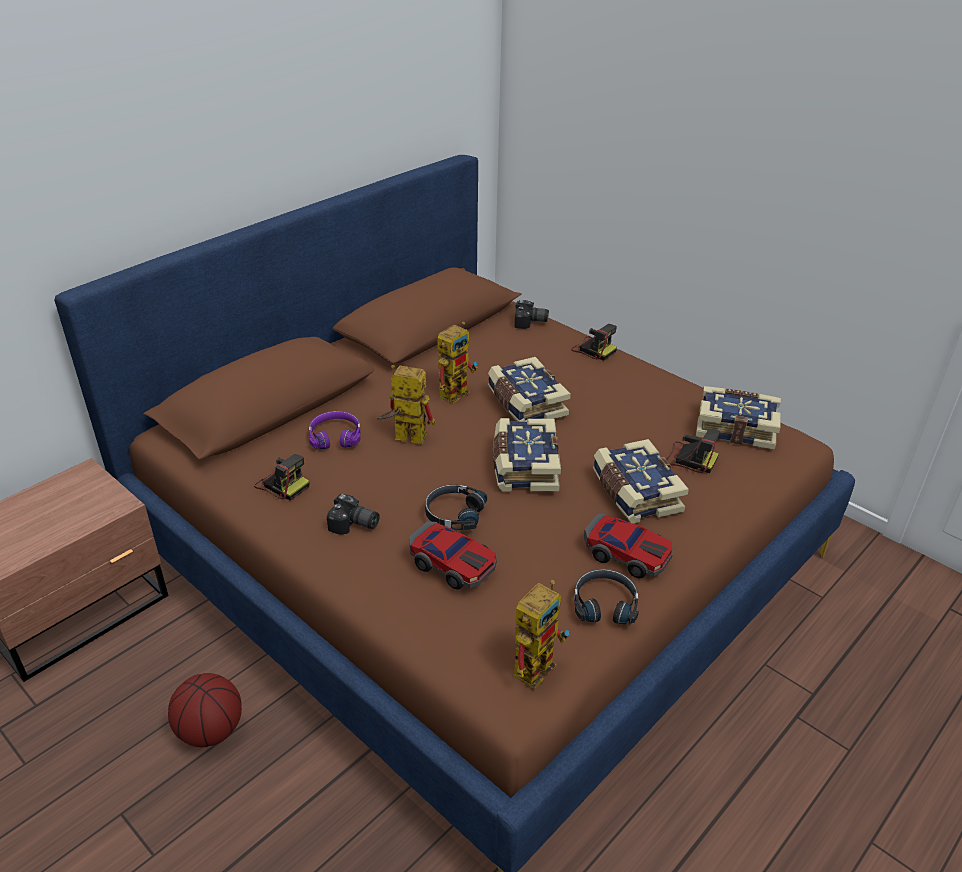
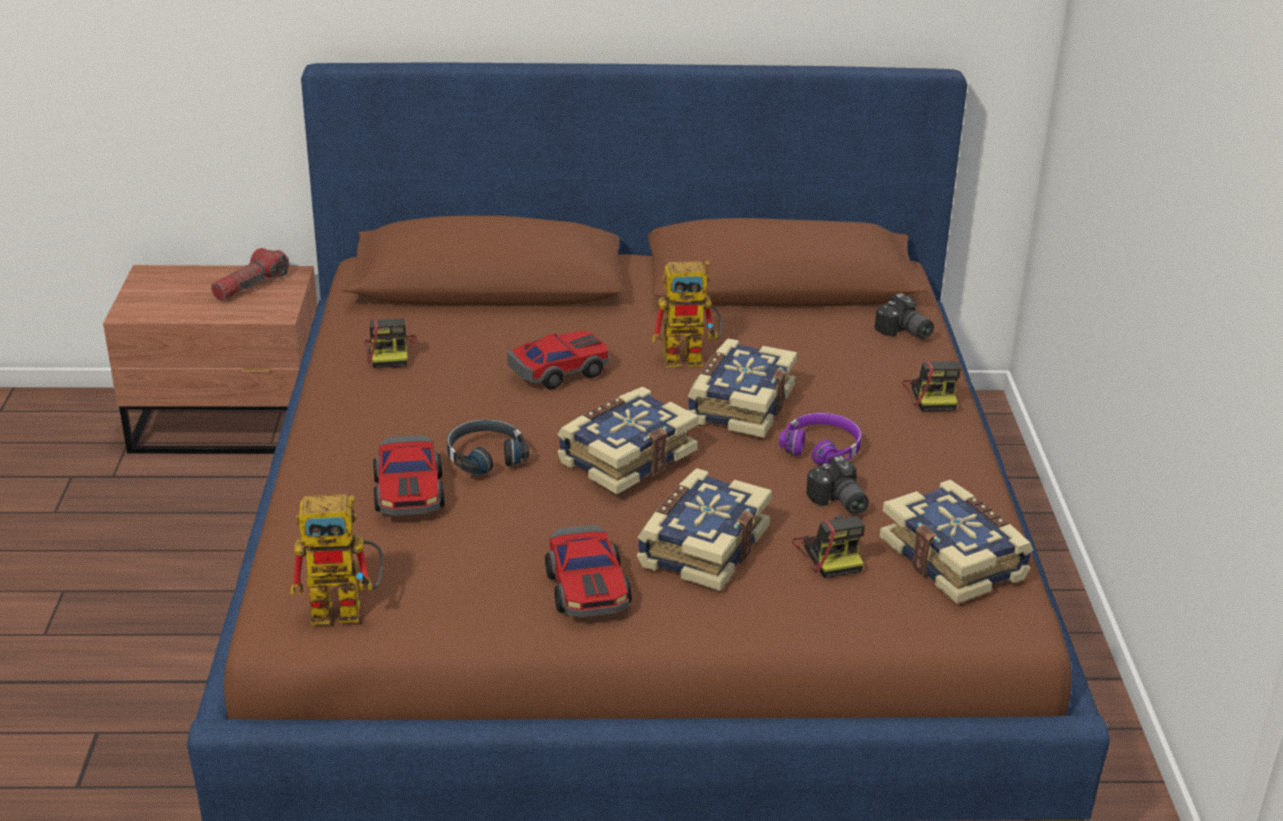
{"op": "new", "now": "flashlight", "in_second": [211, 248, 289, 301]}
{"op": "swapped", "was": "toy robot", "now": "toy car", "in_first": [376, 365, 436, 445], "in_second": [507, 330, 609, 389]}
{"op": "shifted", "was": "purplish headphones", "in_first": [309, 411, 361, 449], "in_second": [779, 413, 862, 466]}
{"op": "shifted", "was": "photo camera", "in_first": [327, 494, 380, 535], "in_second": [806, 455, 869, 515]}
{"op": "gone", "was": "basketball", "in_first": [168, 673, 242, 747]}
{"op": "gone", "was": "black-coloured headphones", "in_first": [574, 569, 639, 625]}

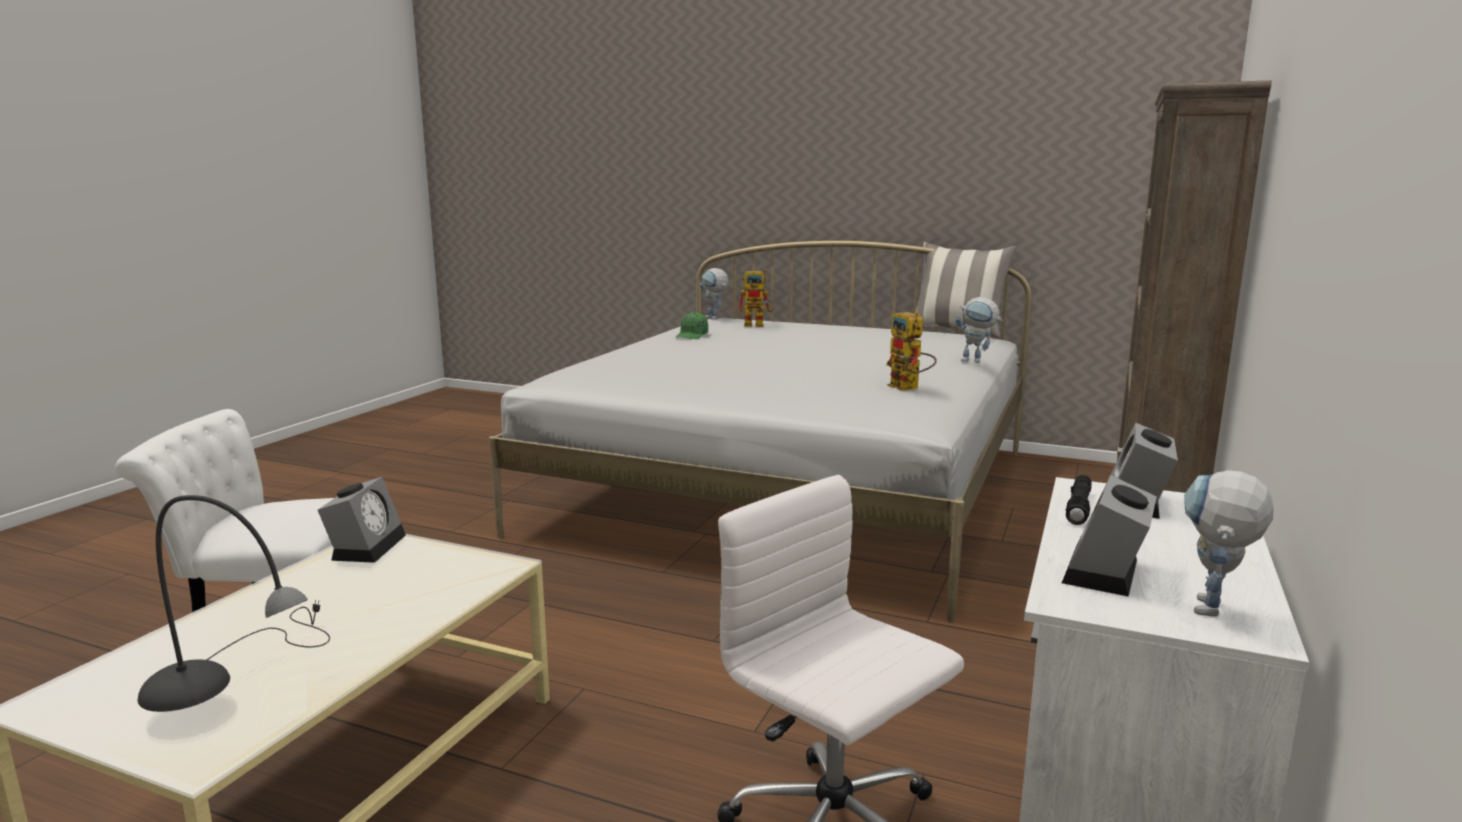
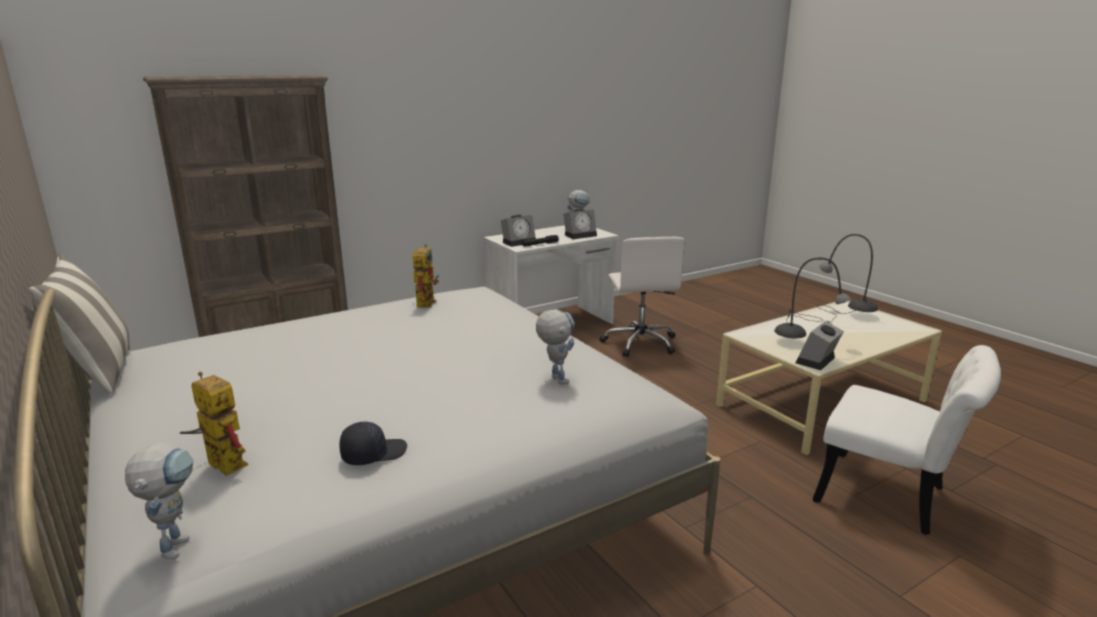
{"op": "repainted", "was": "green peaked cap", "now": "black-coloured peaked cap", "in_first": [675, 312, 708, 339], "in_second": [339, 422, 407, 465]}
{"op": "shifted", "was": "toy robot", "in_first": [955, 297, 1003, 363], "in_second": [536, 309, 575, 384]}
{"op": "new", "now": "grey table lamp", "in_second": [774, 258, 851, 338]}

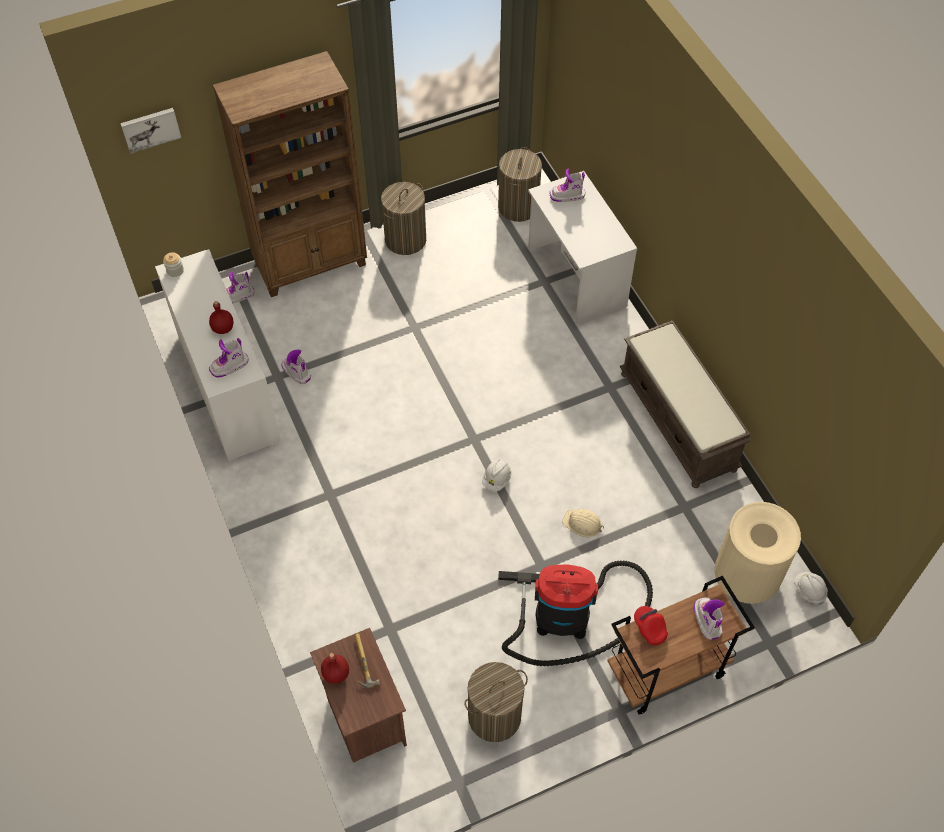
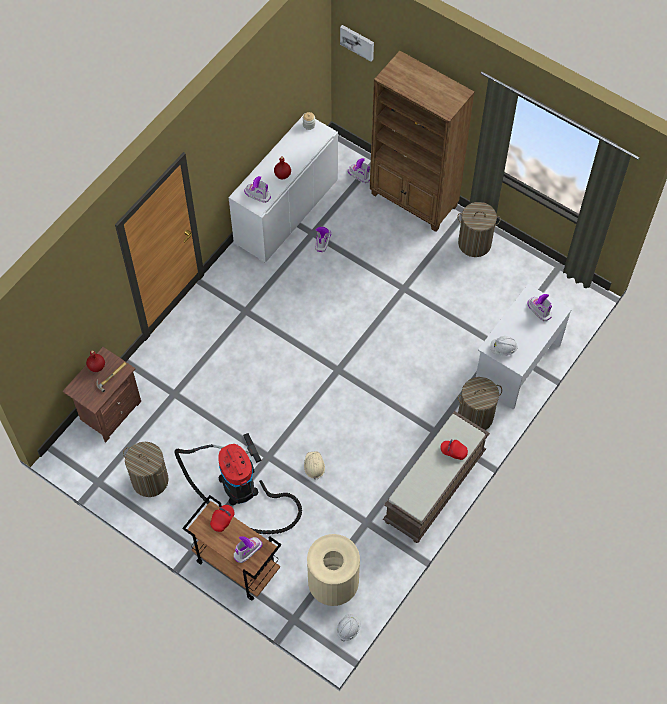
{"op": "new", "now": "red-coloured peaked cap", "in_second": [440, 439, 468, 460]}
{"op": "shifted", "was": "laundry basket", "in_first": [498, 147, 542, 222], "in_second": [458, 377, 502, 430]}
{"op": "shifted", "was": "whitish work helmet", "in_first": [482, 460, 512, 491], "in_second": [490, 336, 518, 356]}

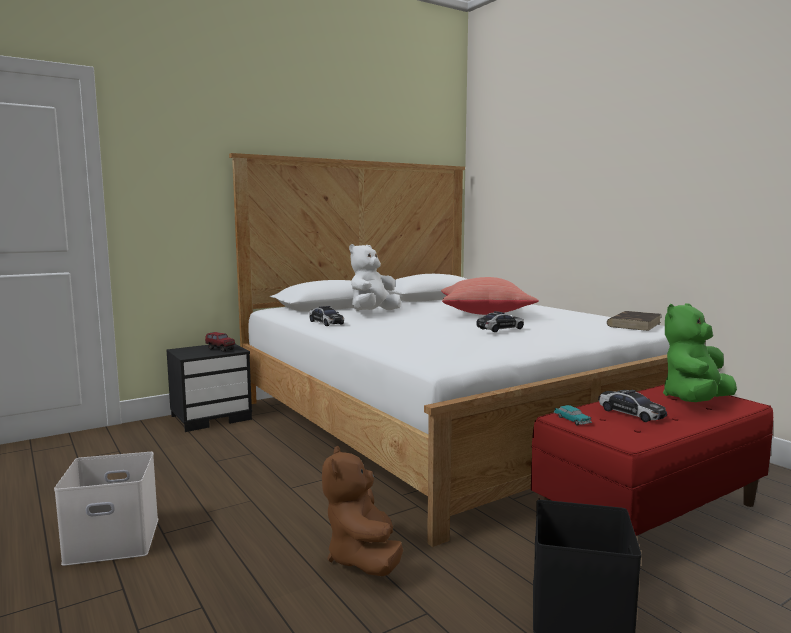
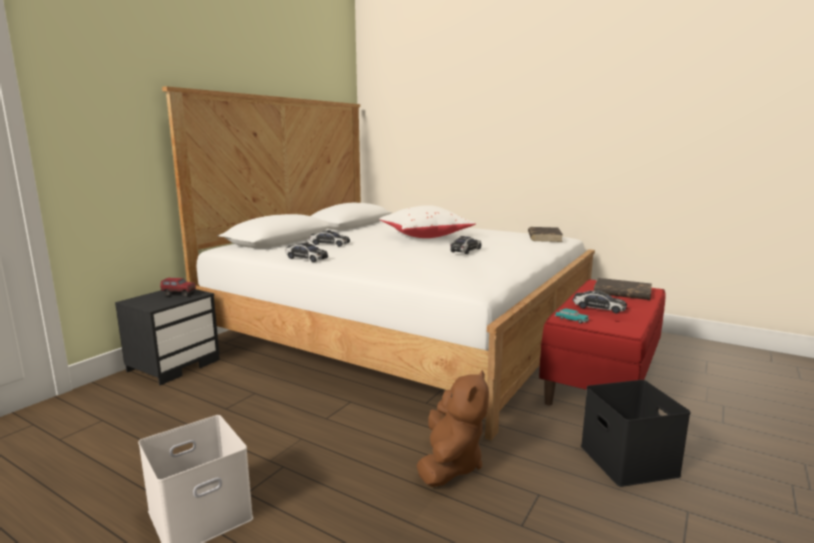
{"op": "swapped", "was": "whitish plush toy", "now": "toy car", "in_first": [349, 244, 401, 311], "in_second": [309, 230, 350, 246]}
{"op": "repainted", "was": "red-coloured cushion", "now": "whitish cushion", "in_first": [441, 277, 538, 315], "in_second": [379, 205, 475, 238]}
{"op": "rotated", "was": "brown-coloured plush toy", "in_first": [322, 446, 403, 576], "in_second": [417, 370, 489, 487], "clockwise": -135}
{"op": "swapped", "was": "green plush toy", "now": "brown-coloured volume", "in_first": [663, 303, 737, 402], "in_second": [594, 278, 652, 300]}

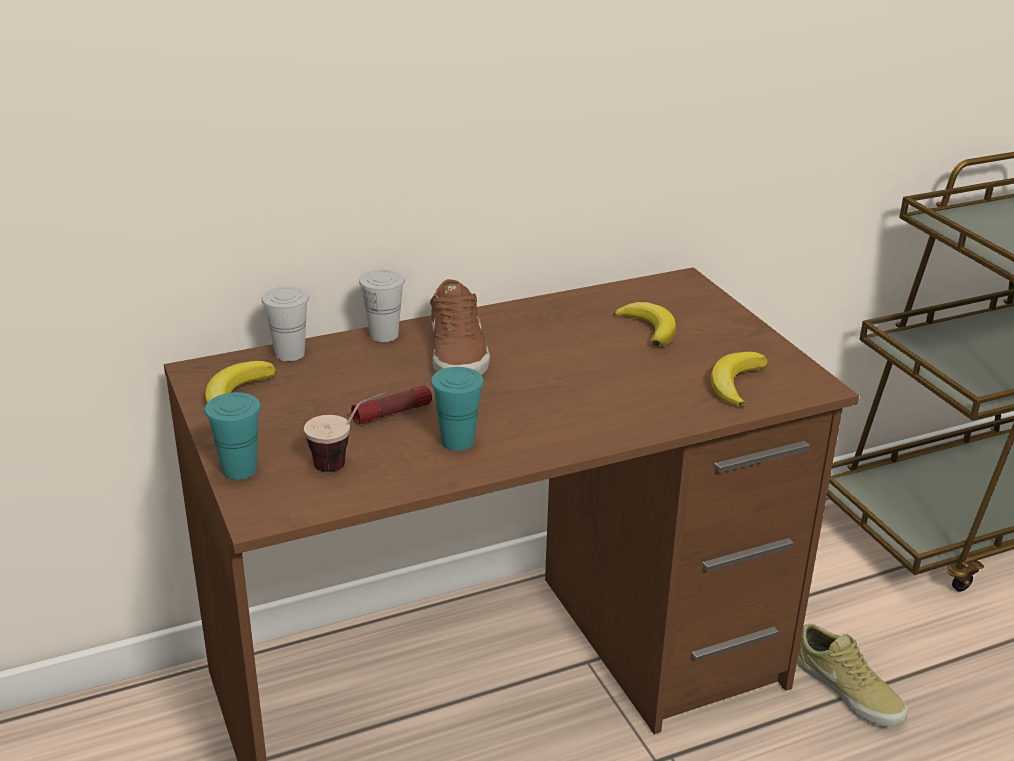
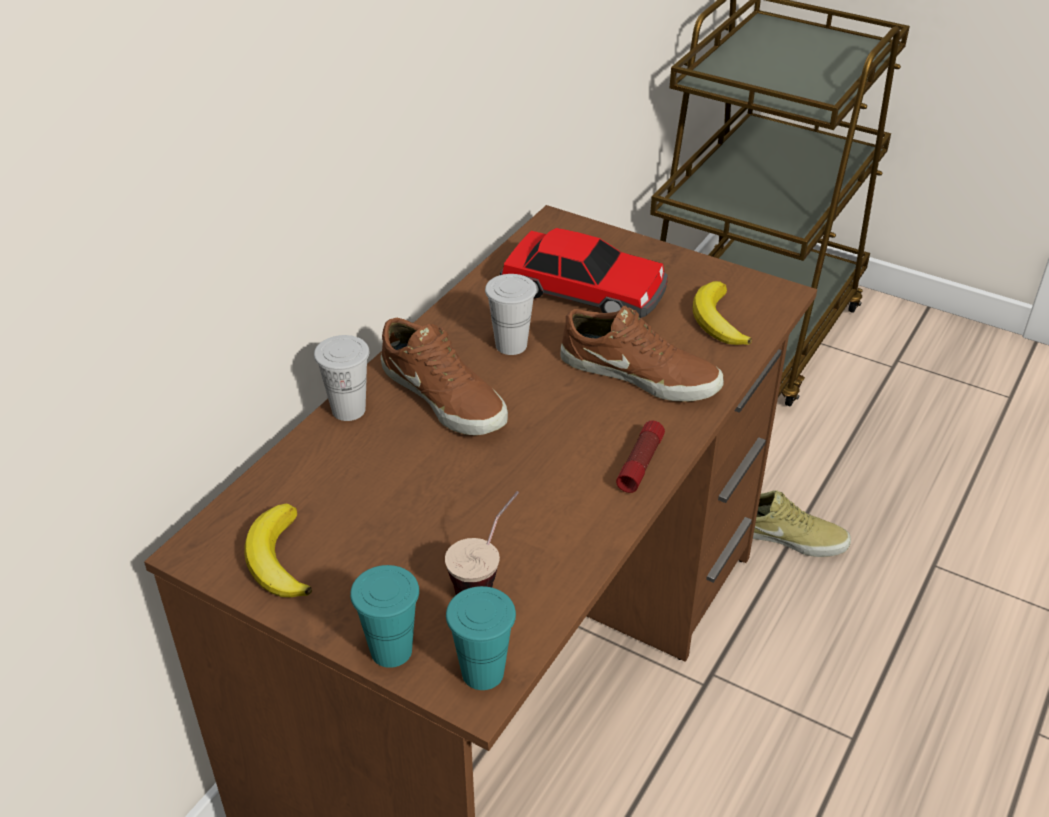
{"op": "shifted", "was": "blue-green small cup", "in_first": [431, 367, 484, 451], "in_second": [446, 586, 516, 690]}
{"op": "shifted", "was": "whitish small cup", "in_first": [261, 286, 309, 361], "in_second": [485, 274, 537, 355]}
{"op": "swapped", "was": "banana", "now": "toy car", "in_first": [614, 302, 676, 347], "in_second": [500, 228, 668, 318]}
{"op": "new", "now": "brown-coloured low shoe", "in_second": [560, 305, 724, 402]}
{"op": "shifted", "was": "flashlight", "in_first": [351, 385, 432, 424], "in_second": [616, 421, 665, 493]}

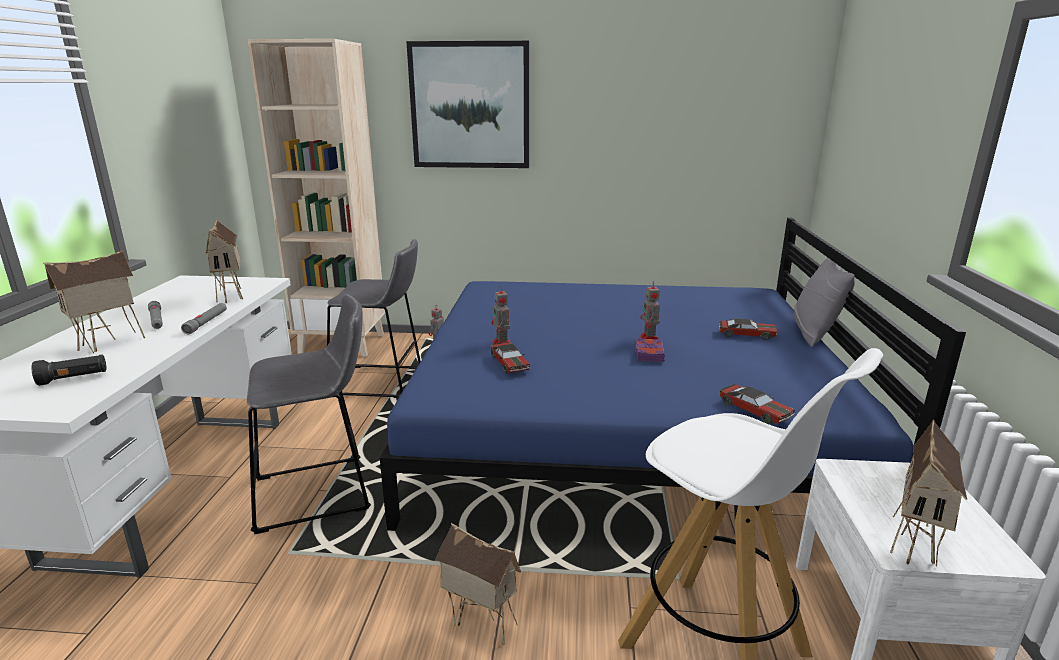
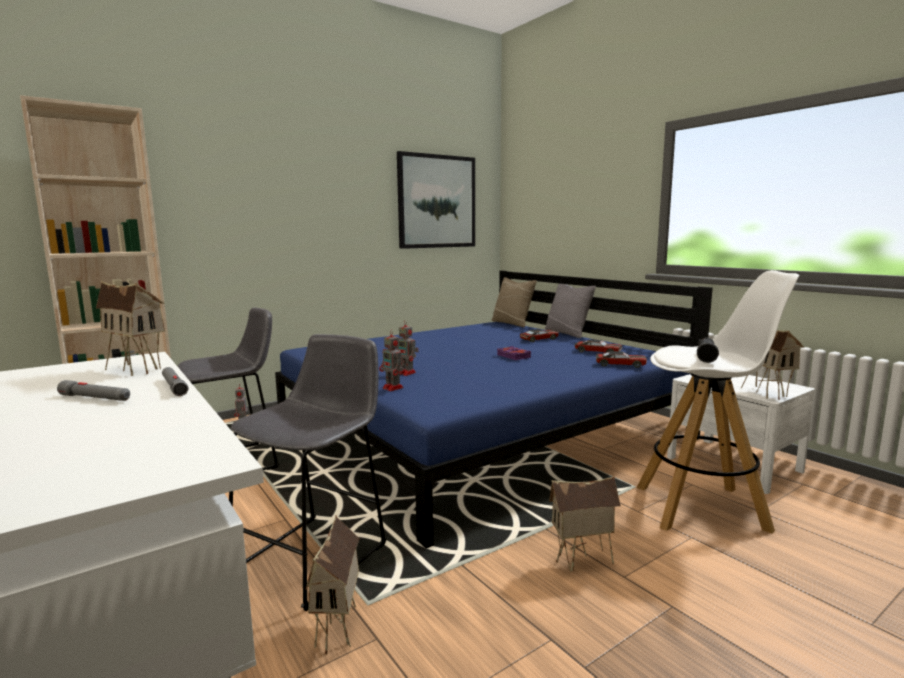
{"op": "shifted", "was": "toy house", "in_first": [43, 251, 145, 353], "in_second": [305, 515, 360, 654]}
{"op": "shifted", "was": "toy robot", "in_first": [640, 281, 660, 339], "in_second": [379, 330, 404, 391]}
{"op": "shifted", "was": "picture", "in_first": [406, 41, 529, 168], "in_second": [397, 151, 475, 249]}
{"op": "new", "now": "beige-coloured cushion", "in_second": [492, 277, 537, 327]}
{"op": "shifted", "was": "toy car", "in_first": [491, 342, 530, 373], "in_second": [575, 339, 622, 352]}
{"op": "shifted", "was": "black-coloured flashlight", "in_first": [31, 355, 107, 386], "in_second": [697, 338, 719, 363]}

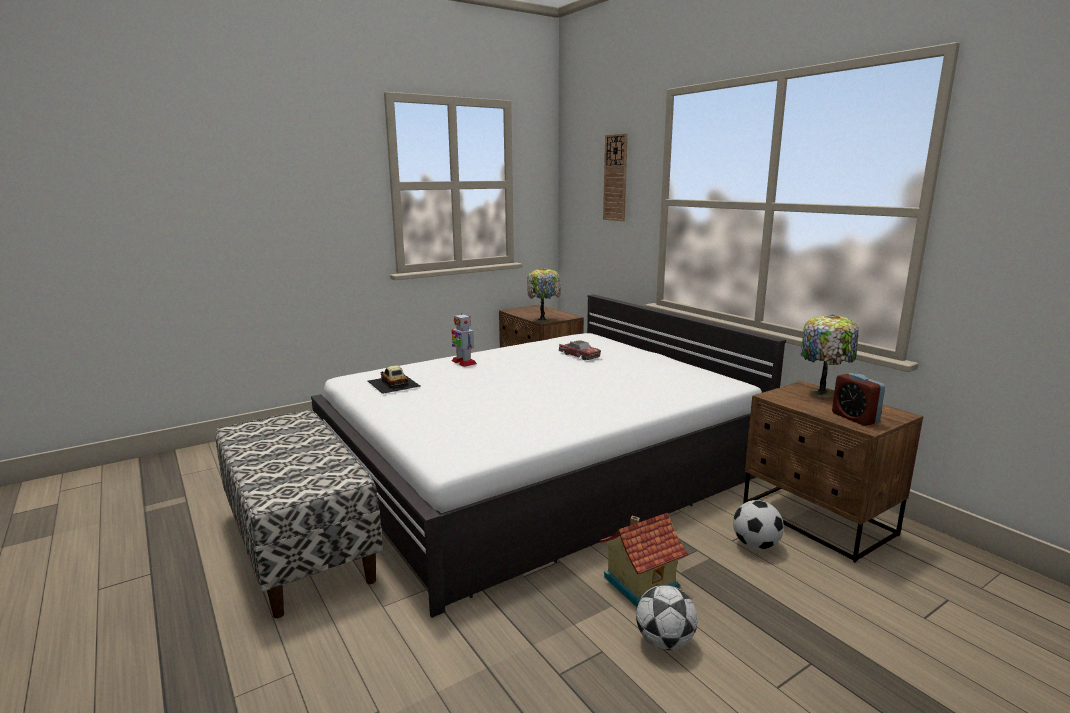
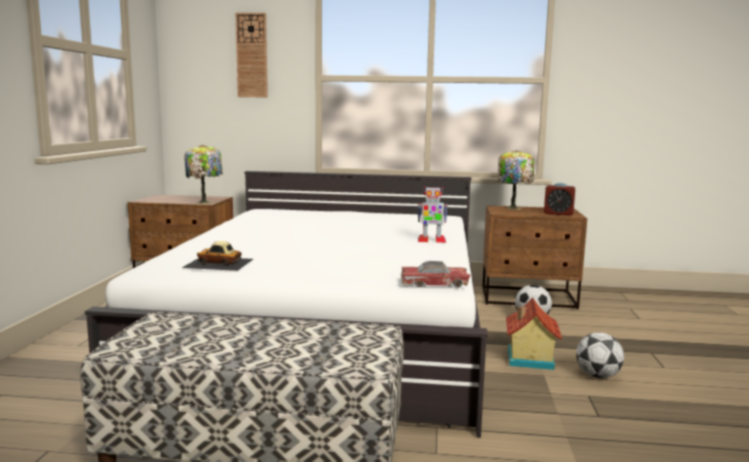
{"op": "shifted", "was": "toy car", "in_first": [559, 340, 601, 360], "in_second": [401, 261, 471, 288]}
{"op": "shifted", "was": "toy robot", "in_first": [452, 313, 477, 367], "in_second": [418, 186, 448, 243]}

